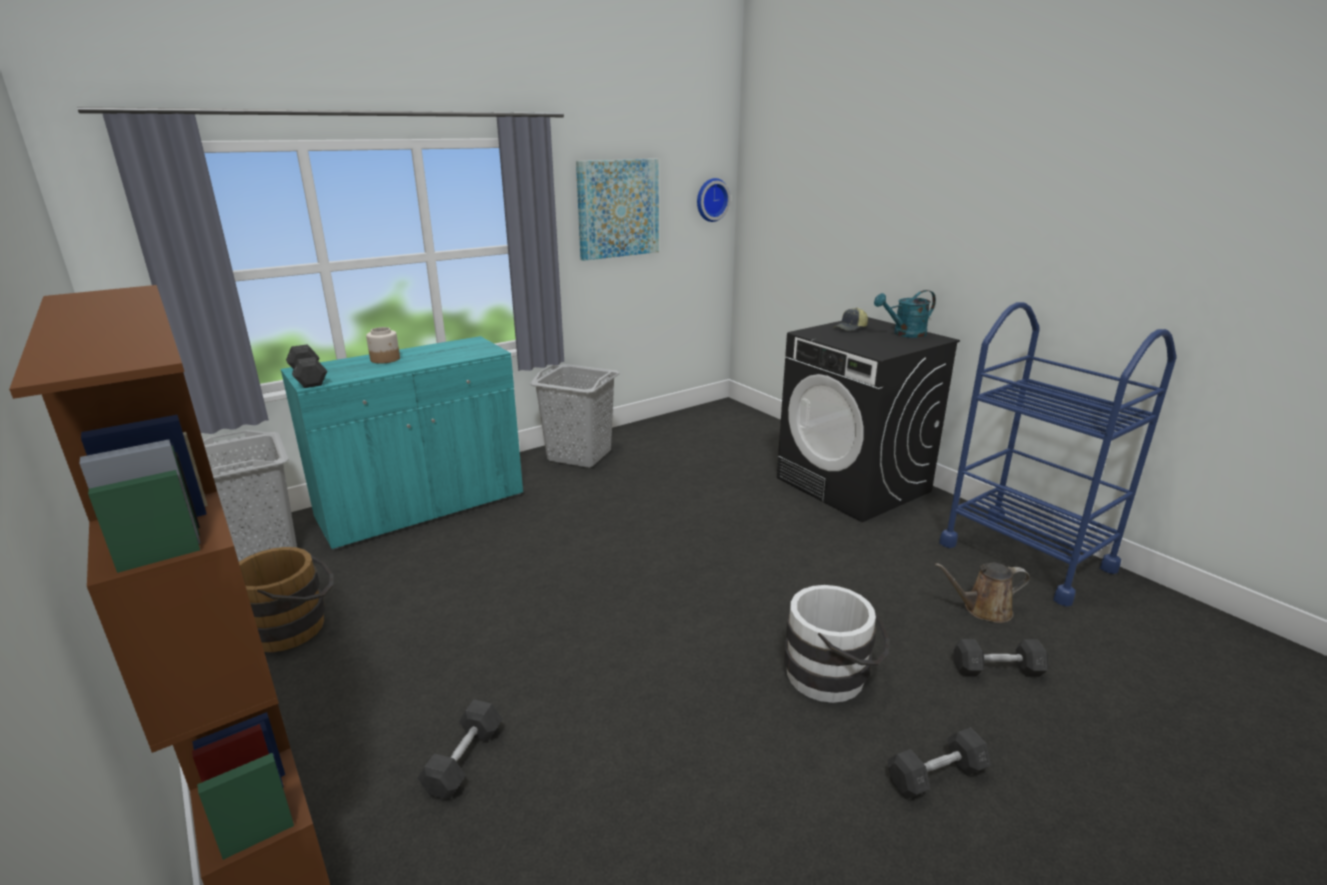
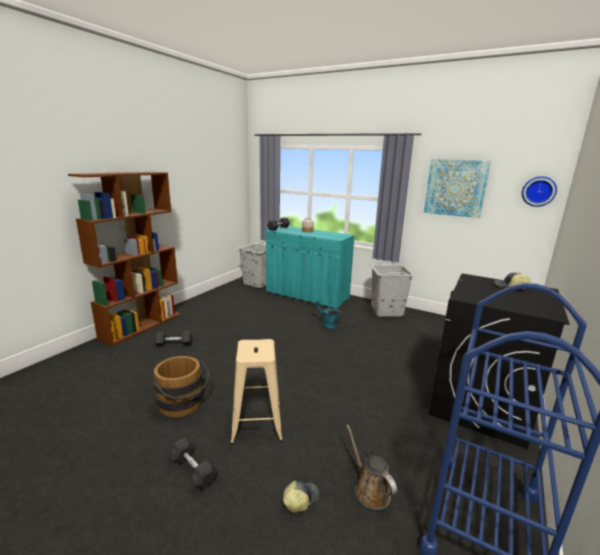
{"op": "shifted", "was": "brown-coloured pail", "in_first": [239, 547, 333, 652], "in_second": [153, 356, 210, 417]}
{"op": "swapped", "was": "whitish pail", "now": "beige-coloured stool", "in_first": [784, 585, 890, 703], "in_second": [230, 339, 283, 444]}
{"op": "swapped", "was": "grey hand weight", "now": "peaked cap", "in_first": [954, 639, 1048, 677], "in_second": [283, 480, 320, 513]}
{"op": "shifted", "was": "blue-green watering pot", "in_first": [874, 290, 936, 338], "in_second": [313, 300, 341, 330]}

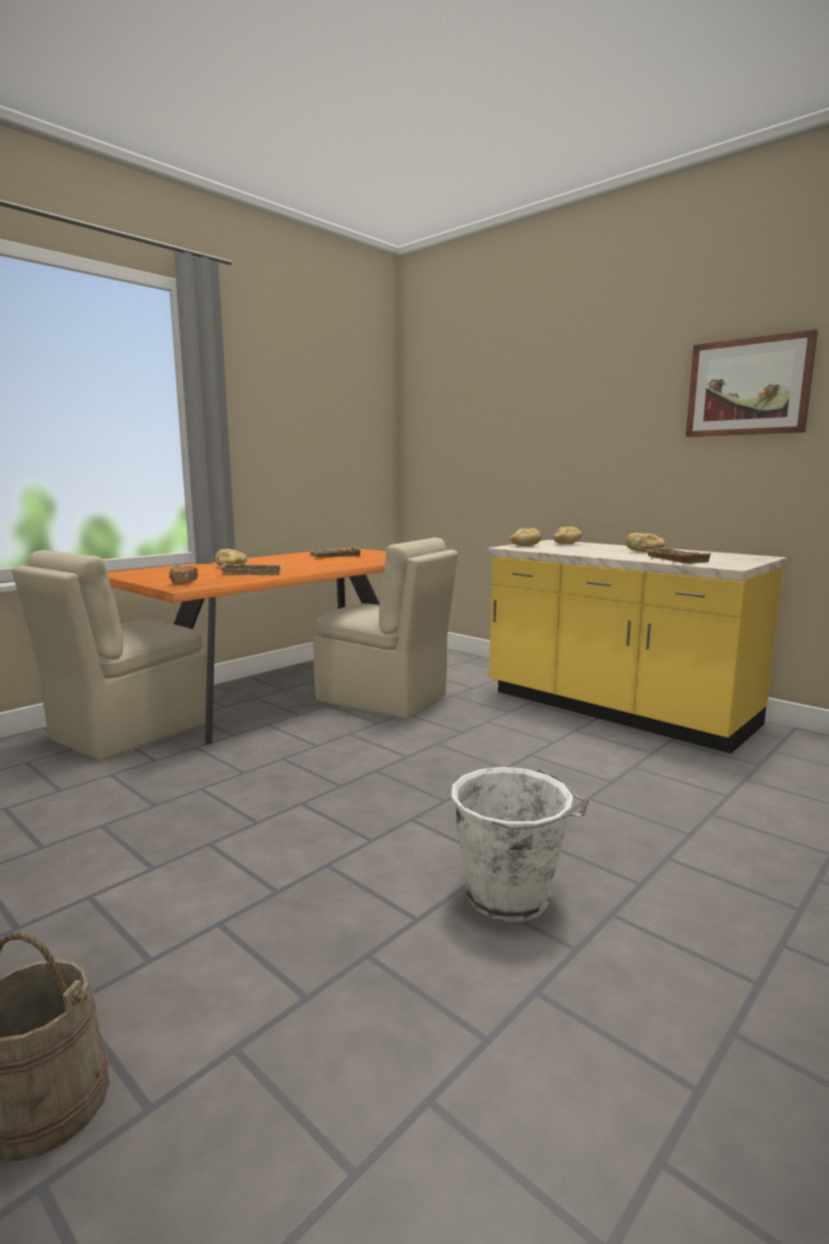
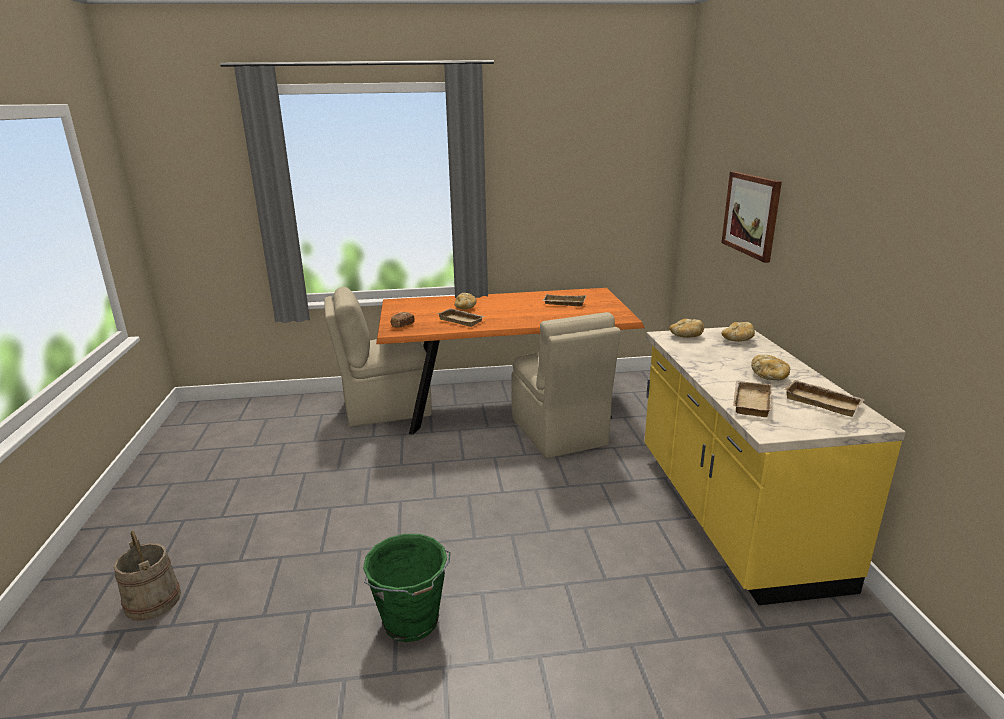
{"op": "repainted", "was": "whitish pail", "now": "green pail", "in_first": [451, 767, 589, 922], "in_second": [363, 534, 451, 642]}
{"op": "shifted", "was": "picture", "in_first": [686, 329, 818, 437], "in_second": [722, 171, 782, 263]}
{"op": "new", "now": "beige-coloured tray", "in_second": [784, 380, 865, 417]}

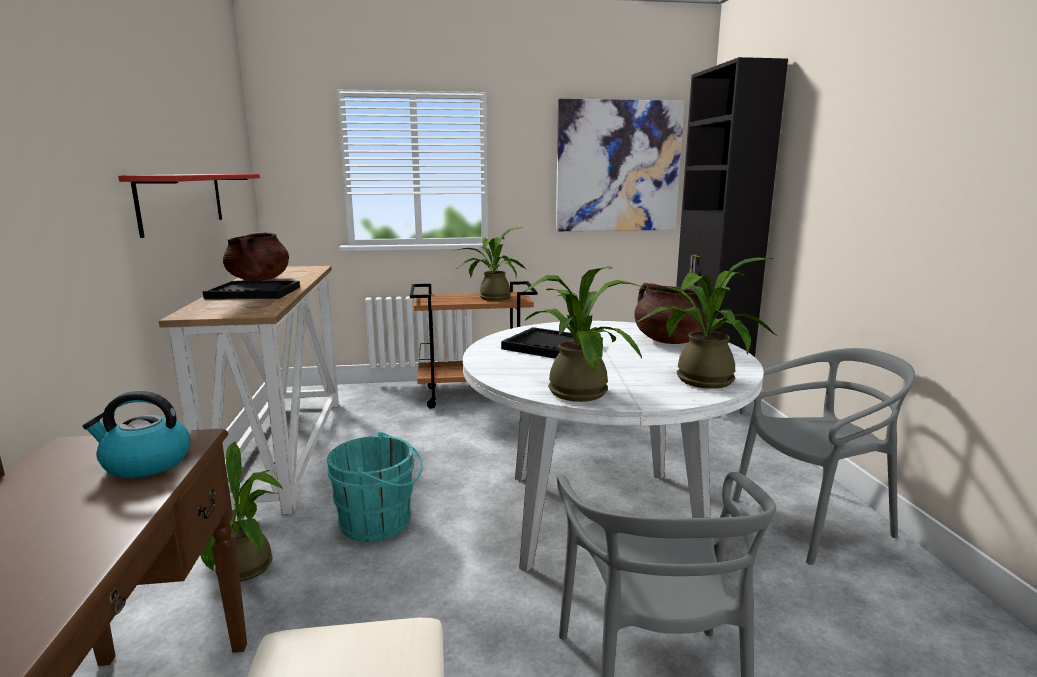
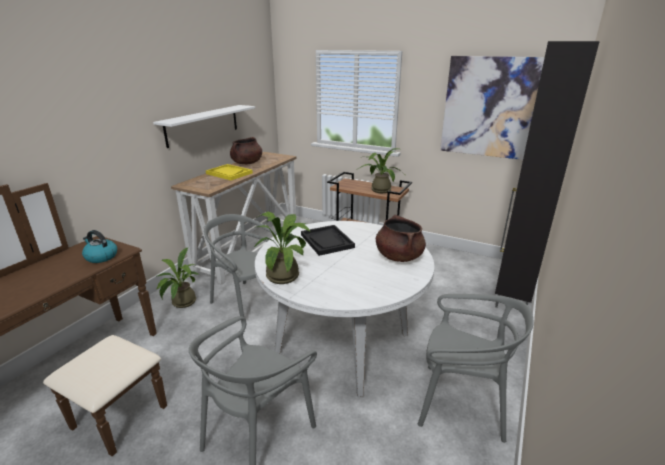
{"op": "repainted", "was": "red-coloured shelf", "now": "whitish shelf", "in_first": [118, 174, 260, 238], "in_second": [153, 105, 255, 148]}
{"op": "swapped", "was": "blue-green pail", "now": "grey upright chair", "in_first": [327, 432, 423, 542], "in_second": [204, 214, 277, 324]}
{"op": "repainted", "was": "black-coloured tray", "now": "yellow-coloured tray", "in_first": [203, 281, 300, 299], "in_second": [206, 164, 253, 180]}
{"op": "gone", "was": "potted plant", "in_first": [636, 258, 777, 389]}

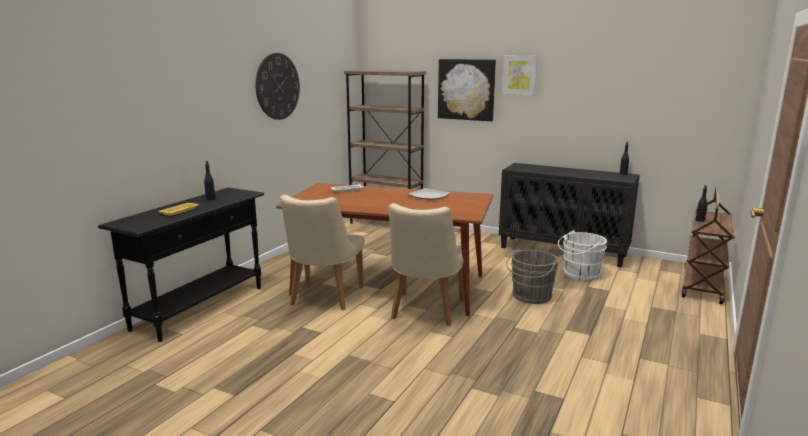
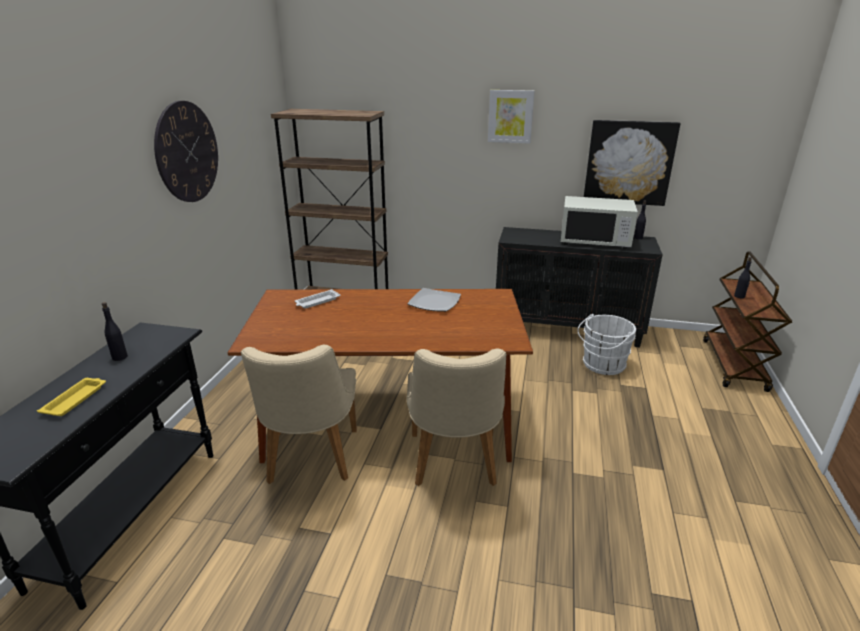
{"op": "new", "now": "whitish kitchen microwave", "in_second": [561, 196, 638, 249]}
{"op": "shifted", "was": "picture", "in_first": [438, 59, 496, 121], "in_second": [584, 120, 680, 206]}
{"op": "gone", "was": "grey pail", "in_first": [506, 250, 558, 304]}

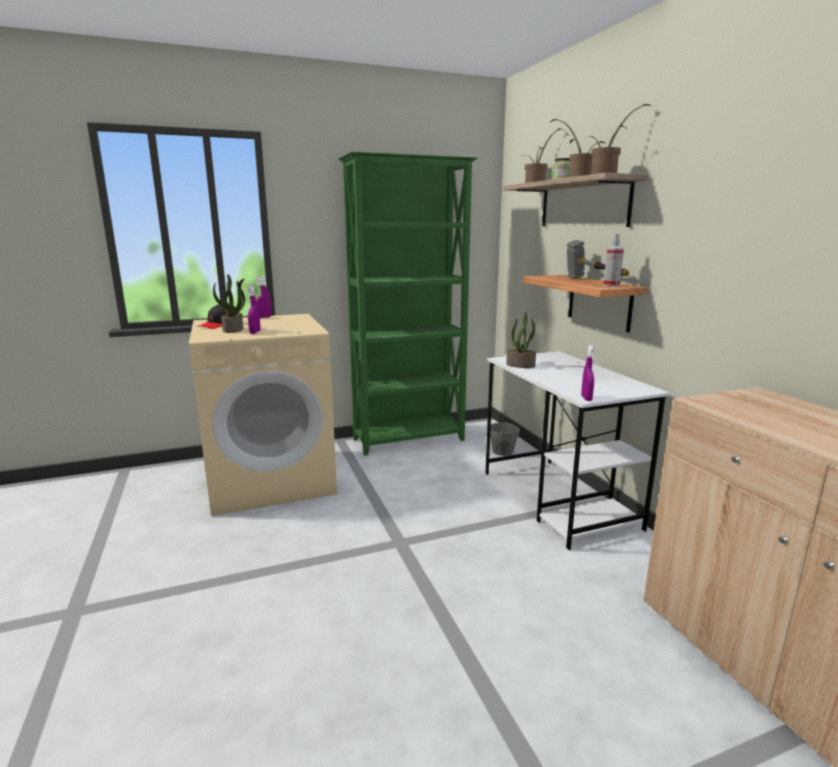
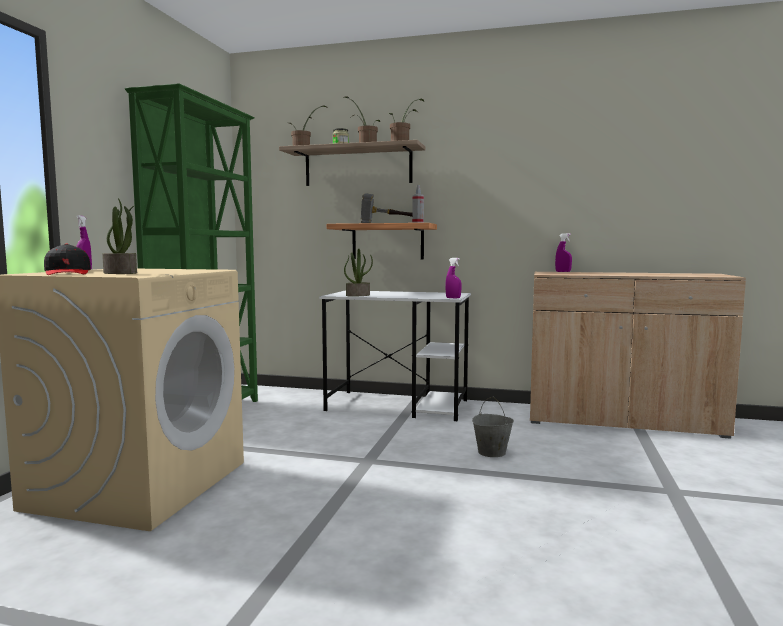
{"op": "shifted", "was": "grey pail", "in_first": [490, 411, 520, 456], "in_second": [472, 397, 514, 457]}
{"op": "shifted", "was": "purplish sprayer", "in_first": [247, 286, 260, 334], "in_second": [555, 233, 572, 272]}

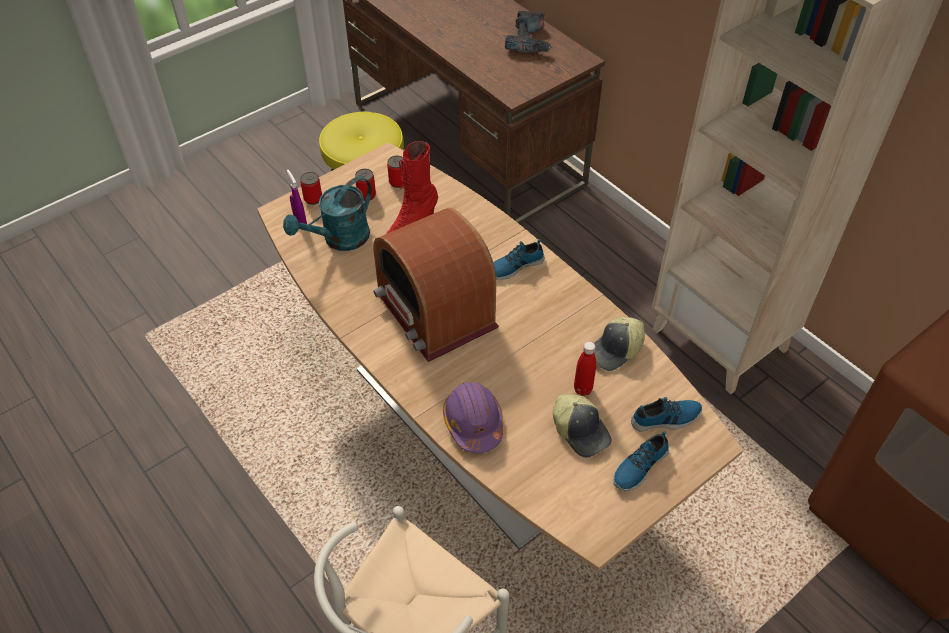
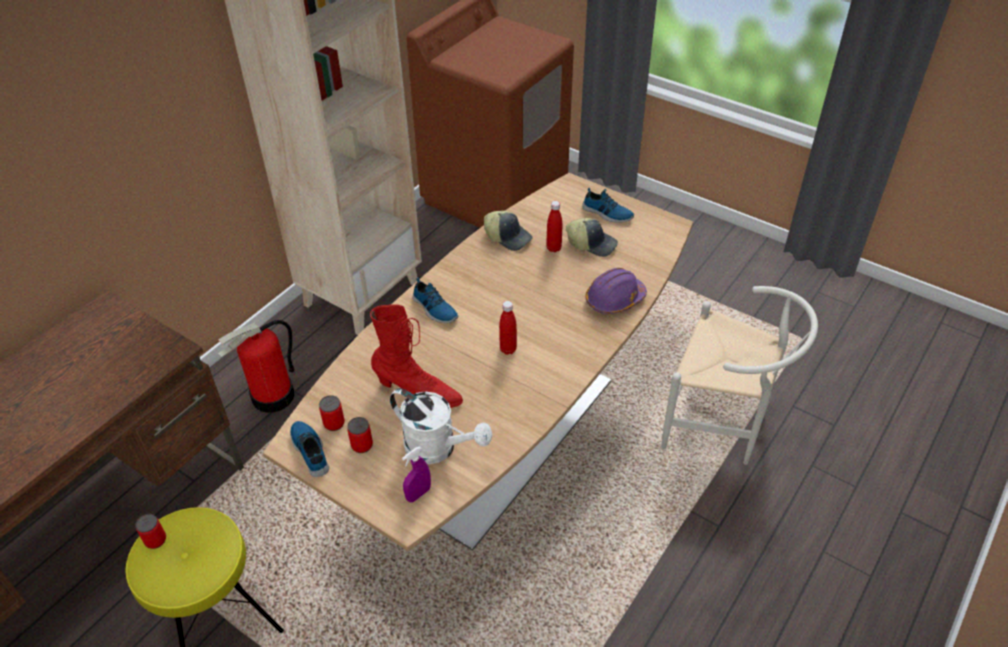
{"op": "shifted", "was": "can", "in_first": [300, 172, 322, 205], "in_second": [135, 514, 166, 549]}
{"op": "new", "now": "fire extinguisher", "in_second": [218, 320, 295, 413]}
{"op": "shifted", "was": "low shoe", "in_first": [631, 397, 702, 432], "in_second": [290, 421, 329, 477]}
{"op": "repainted", "was": "blue-green watering pot", "now": "whitish watering pot", "in_first": [283, 176, 372, 251], "in_second": [390, 388, 492, 464]}
{"op": "swapped", "was": "radio set", "now": "red-coloured beverage bottle", "in_first": [373, 208, 499, 362], "in_second": [499, 301, 517, 355]}
{"op": "rotated", "was": "peaked cap", "in_first": [553, 394, 612, 457], "in_second": [566, 218, 618, 257], "clockwise": 75}
{"op": "gone", "was": "drill", "in_first": [505, 11, 553, 52]}

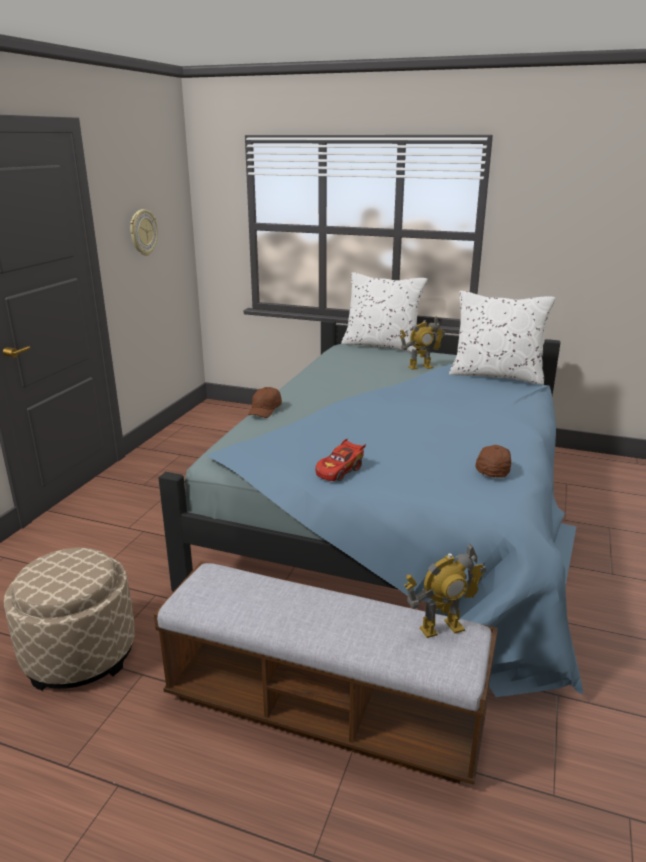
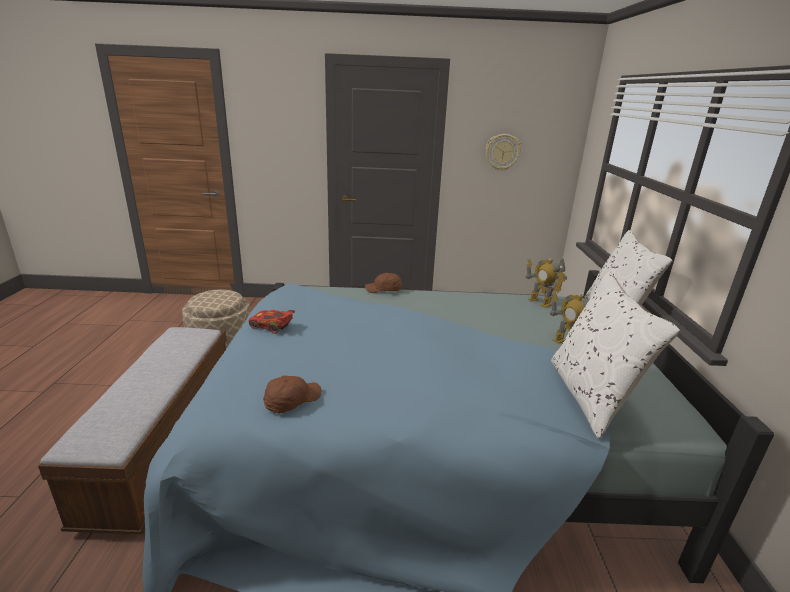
{"op": "rotated", "was": "brown-coloured peaked cap", "in_first": [475, 445, 511, 478], "in_second": [263, 376, 322, 413], "clockwise": -45}
{"op": "shifted", "was": "toy robot", "in_first": [404, 543, 486, 638], "in_second": [526, 258, 567, 308]}

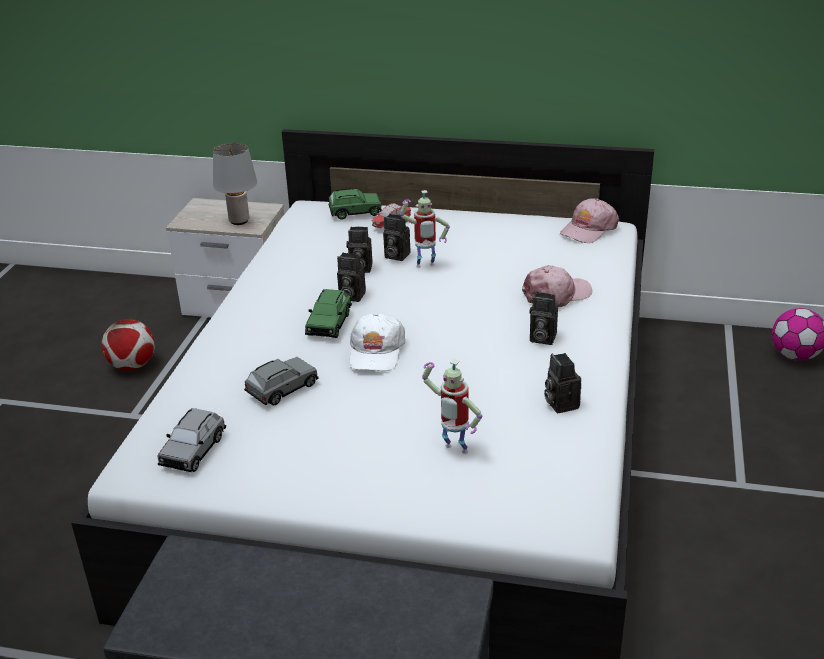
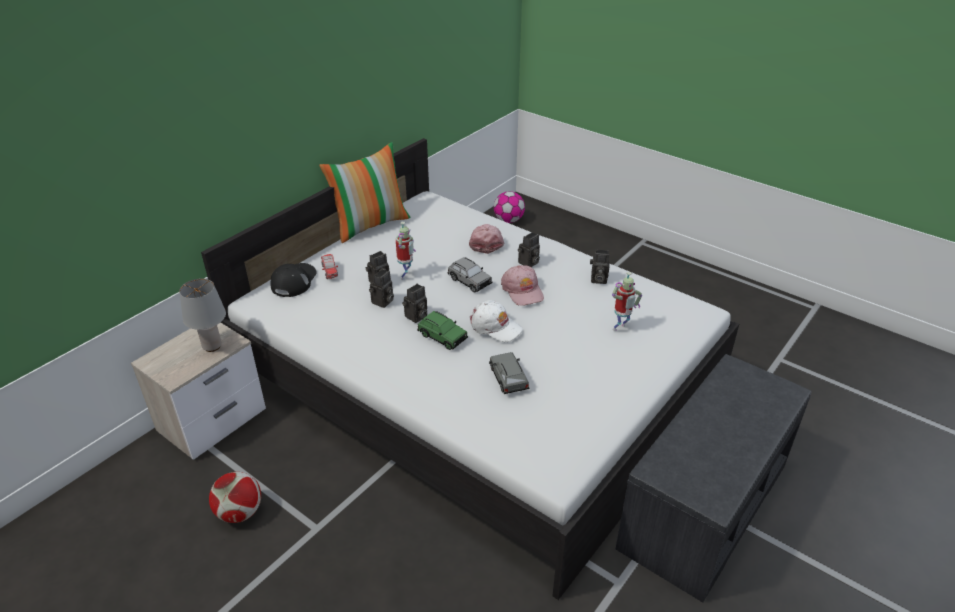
{"op": "swapped", "was": "green toy car", "now": "black-coloured peaked cap", "in_first": [328, 188, 382, 220], "in_second": [270, 263, 317, 297]}
{"op": "new", "now": "cushion", "in_second": [319, 142, 410, 243]}
{"op": "shifted", "was": "grey toy car", "in_first": [157, 408, 226, 472], "in_second": [447, 257, 492, 292]}
{"op": "shifted", "was": "pink-coloured peaked cap", "in_first": [560, 199, 619, 243], "in_second": [501, 265, 544, 306]}

